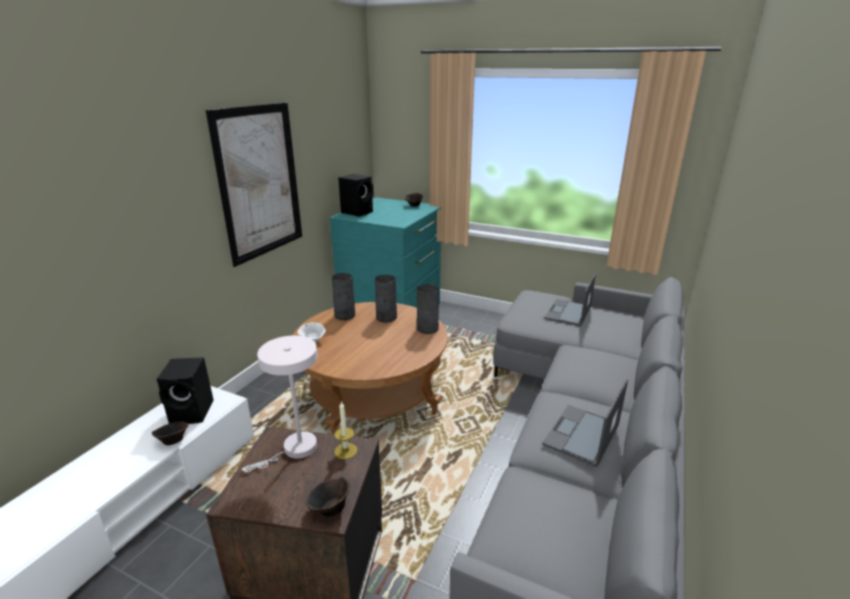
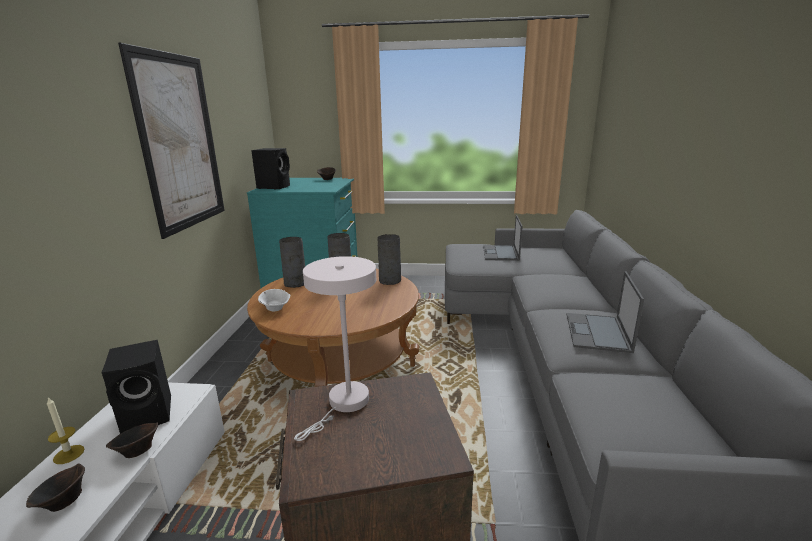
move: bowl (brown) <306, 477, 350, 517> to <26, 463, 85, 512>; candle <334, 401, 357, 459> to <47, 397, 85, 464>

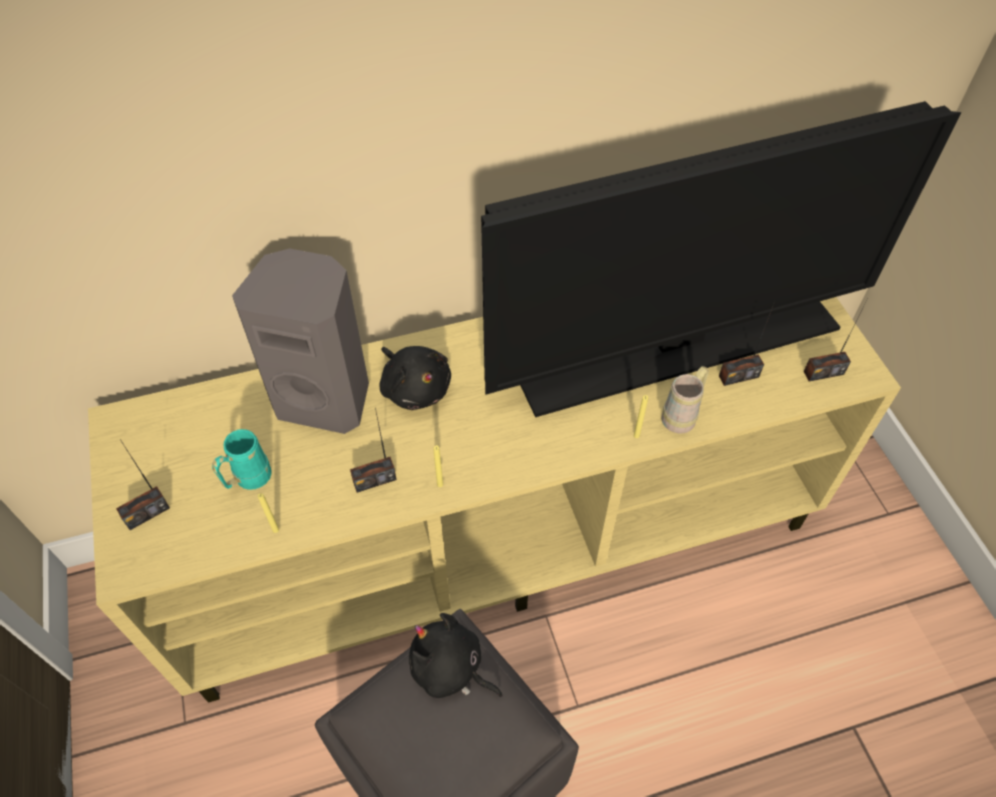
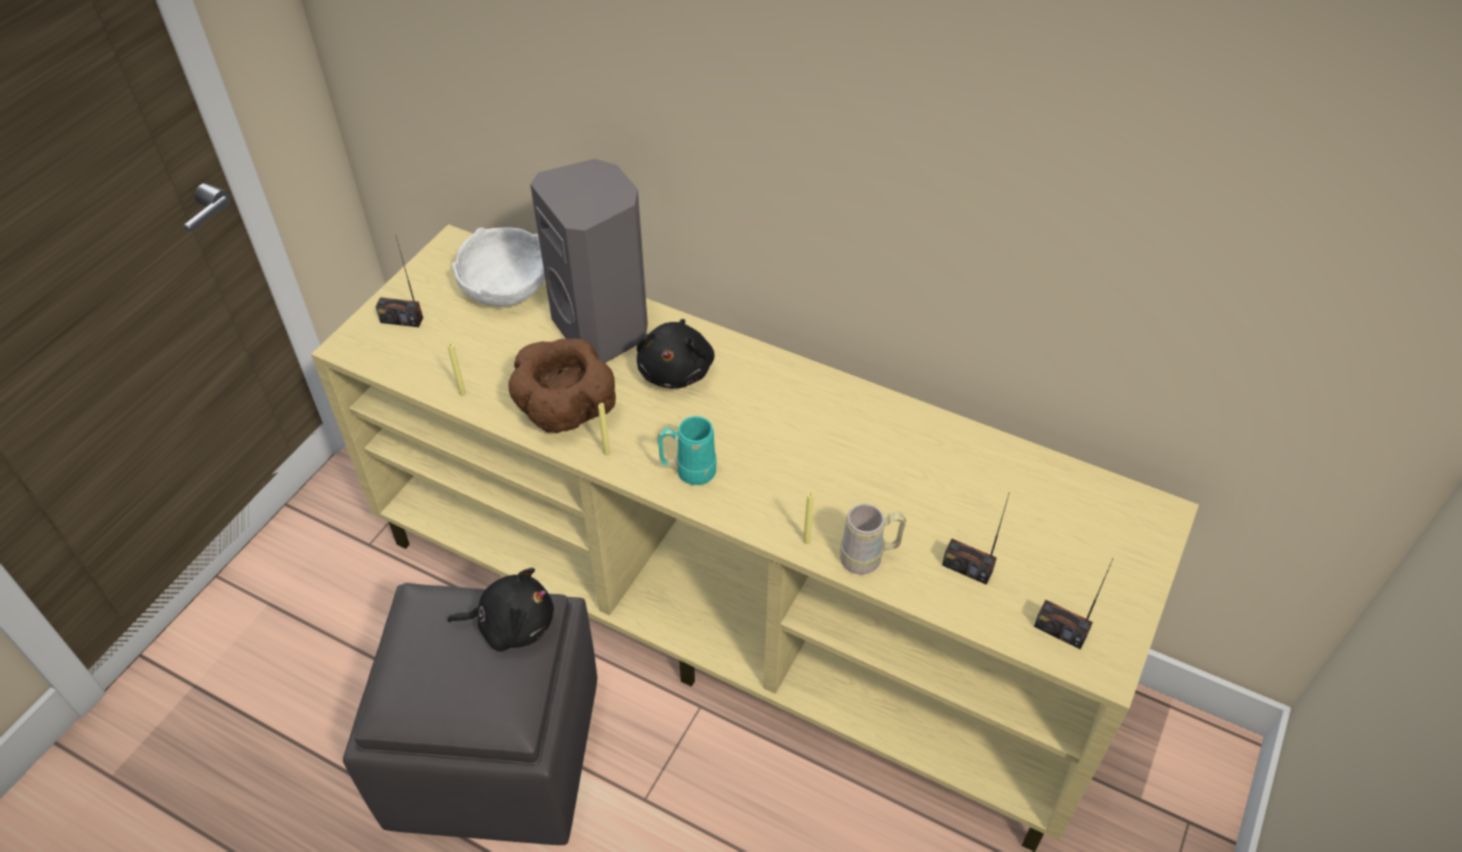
delete: television <481, 101, 962, 417>
insert: bowl (white) <452, 227, 545, 306>
move: mug (turquoise) <212, 429, 272, 490> to <657, 416, 717, 485>
replace: radio <350, 408, 397, 493> to bowl (brown) <509, 339, 616, 433>
rotate: plush toy (black) <409, 613, 503, 698> = <448, 568, 554, 652> 105 degrees clockwise

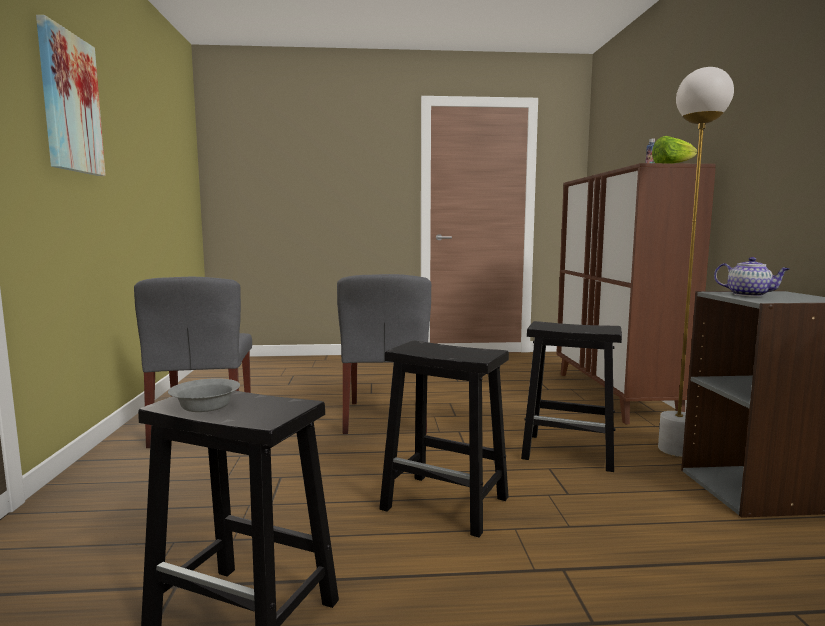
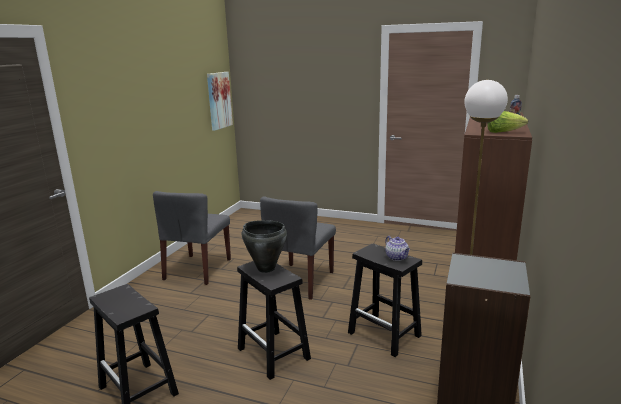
delete: bowl (grey) <168, 378, 240, 412>
insert: cooking pot (black) <242, 220, 287, 273>
move: picture <36, 15, 106, 176> to <207, 72, 233, 131>; teapot <714, 257, 790, 297> to <385, 236, 410, 261>

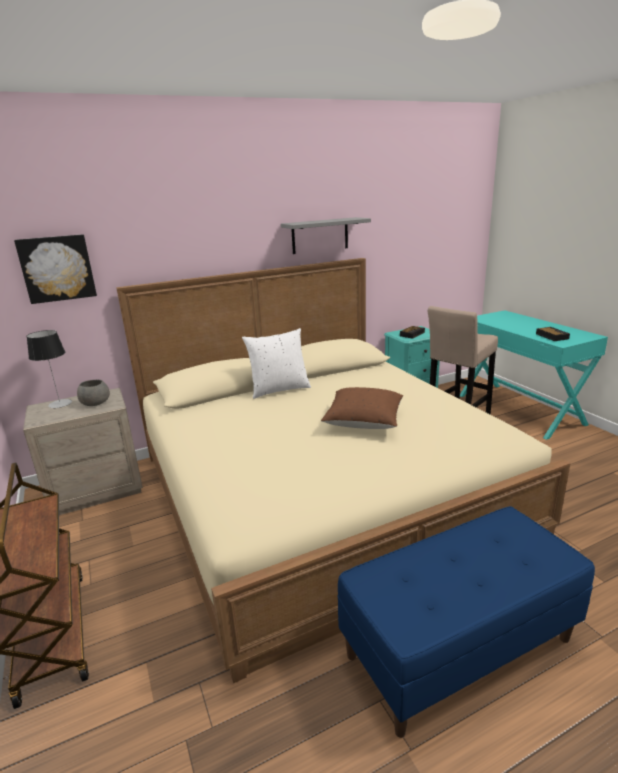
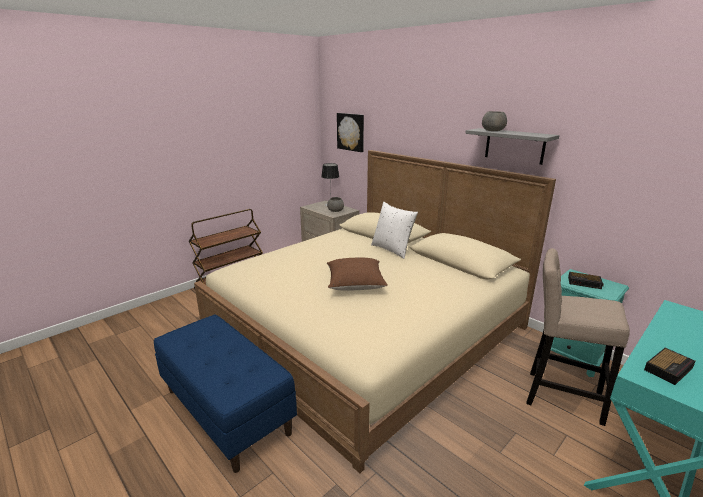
insert: bowl (grey) <482, 111, 507, 131>

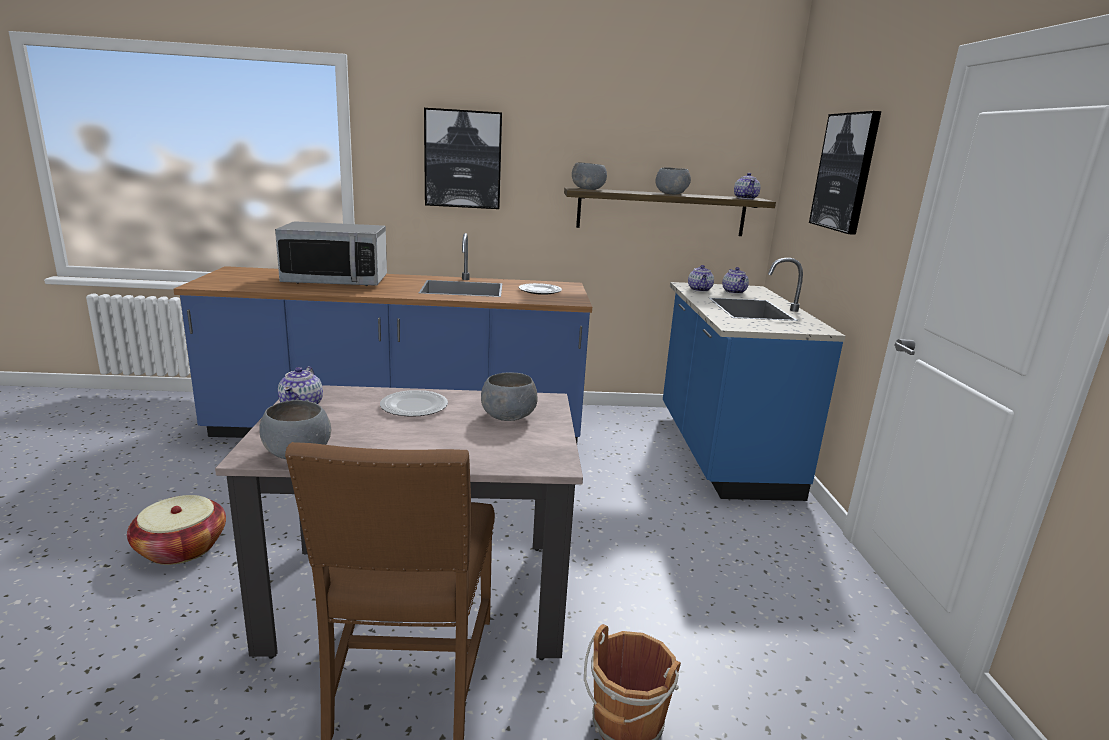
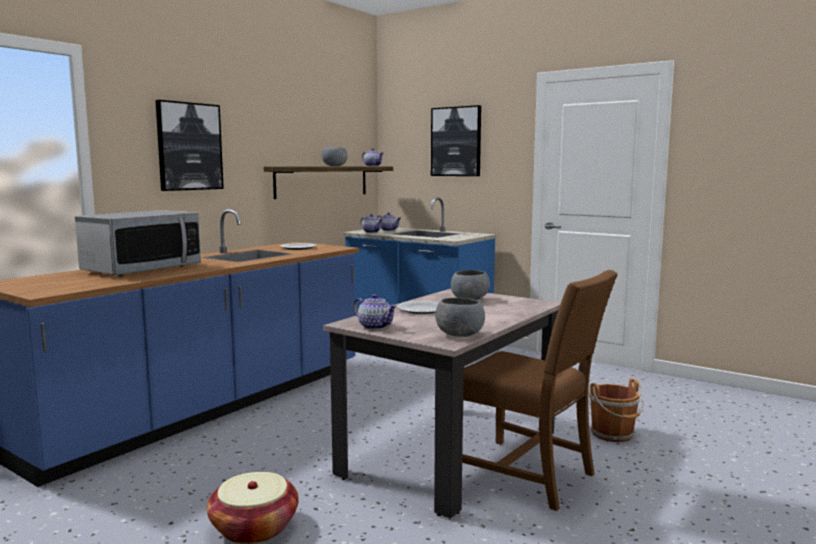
delete: bowl (grey) <572, 162, 607, 190>

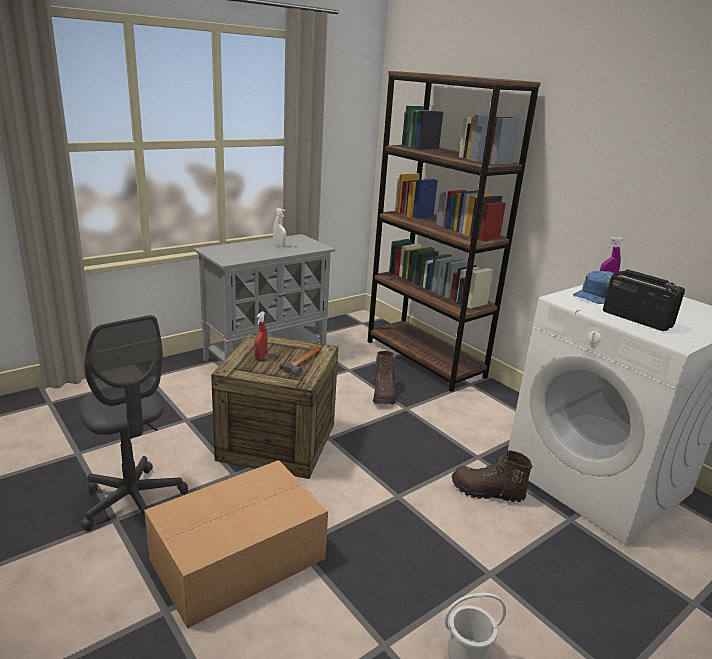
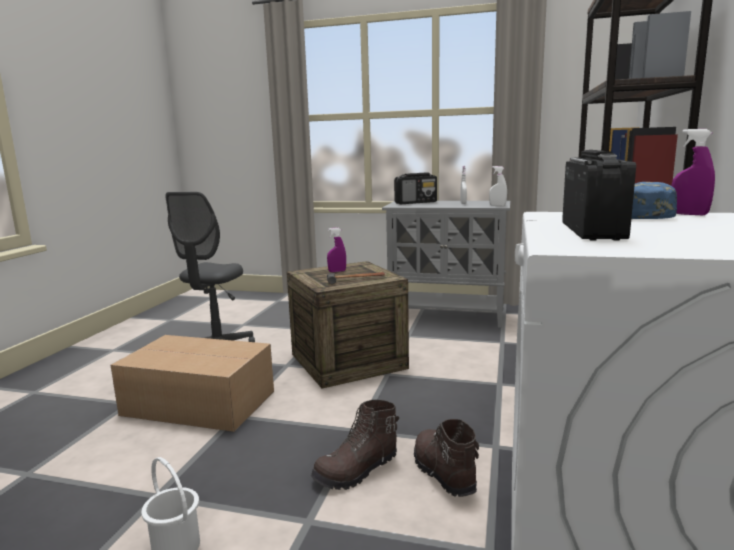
insert: radio <394, 173, 437, 204>; spray bottle (white) <489, 166, 507, 206>
move: boot (brown) <373, 351, 396, 405> to <311, 400, 399, 490>
recolor: spray bottle (red) <254, 311, 267, 360> to spray bottle (purple) <327, 228, 346, 272>

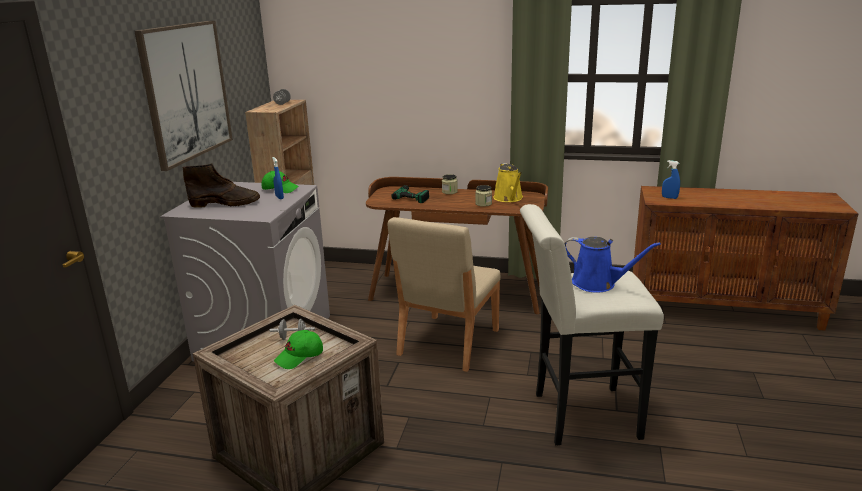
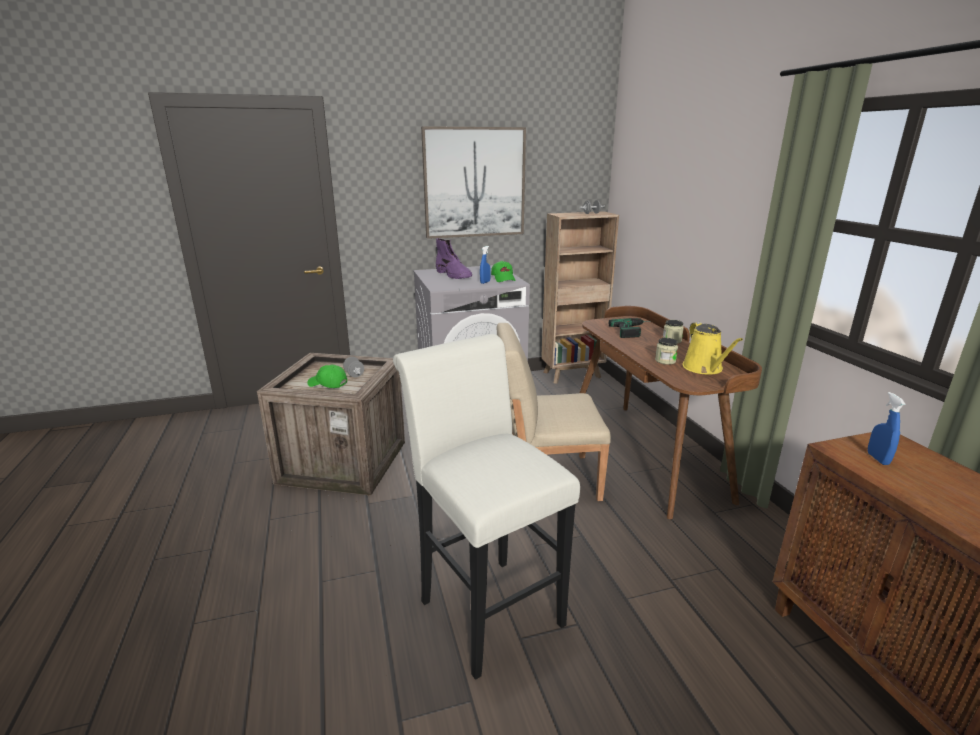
delete: watering can (blue) <564, 237, 661, 292>
recolor: boot (brown) <182, 163, 260, 208> to boot (purple) <436, 238, 472, 279>
rotate: watering can (yellow) <493, 163, 523, 202> = <683, 322, 743, 374> 60 degrees counterclockwise

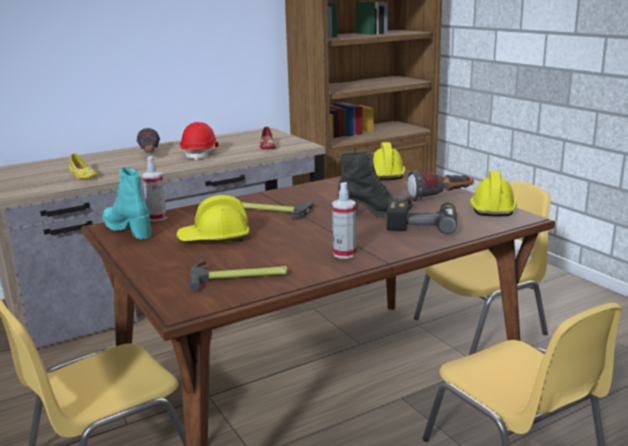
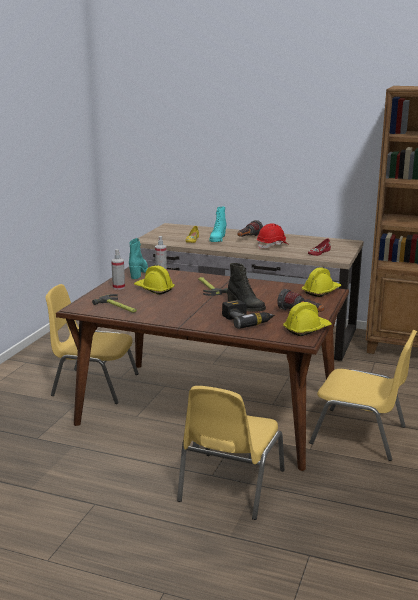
insert: boot (turquoise) <210, 207, 226, 242>
move: spray bottle <332, 182, 356, 259> to <111, 249, 125, 290>

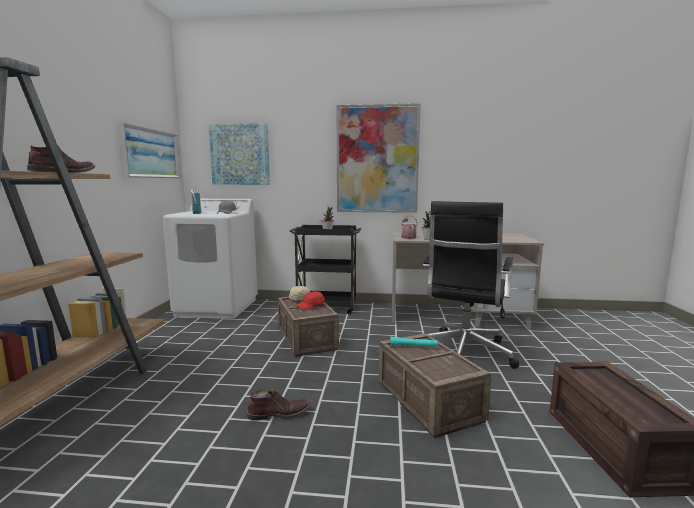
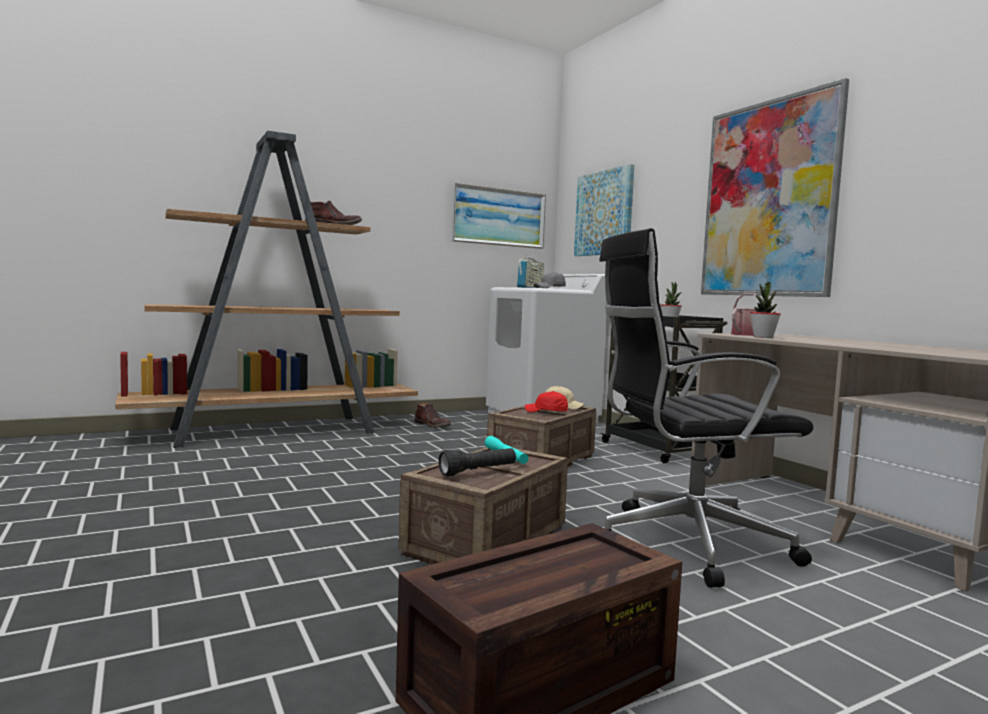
insert: flashlight (black) <438, 448, 516, 476>
move: boot (brown) <247, 388, 311, 420> to <414, 403, 451, 428>

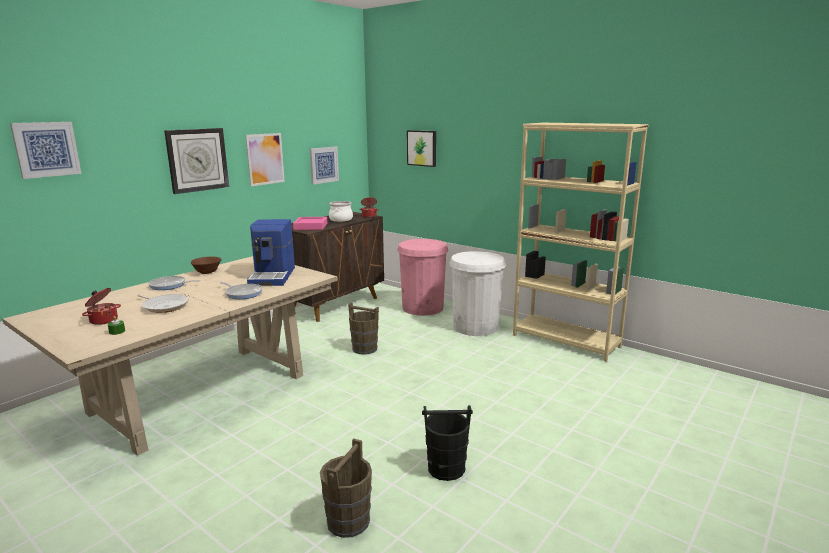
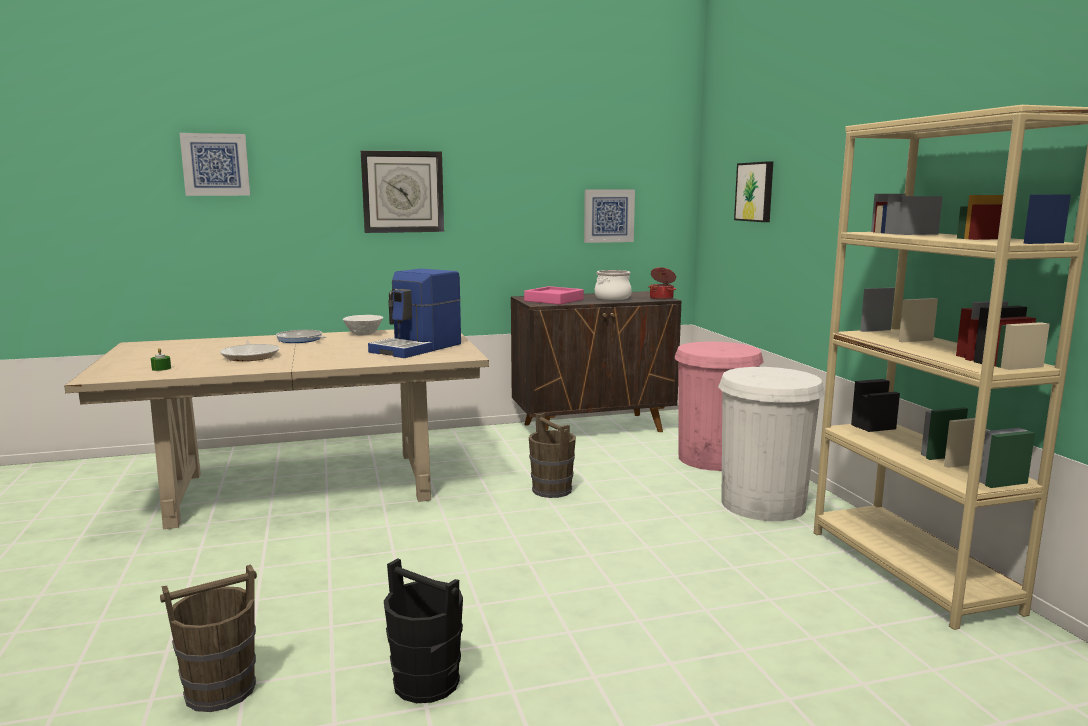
delete: cooking pot <82, 288, 121, 325>; frying pan <220, 282, 263, 299>; picture <245, 133, 285, 186>
recolor: bowl (brown) <191, 257, 222, 274> to bowl (white) <343, 315, 383, 336>

